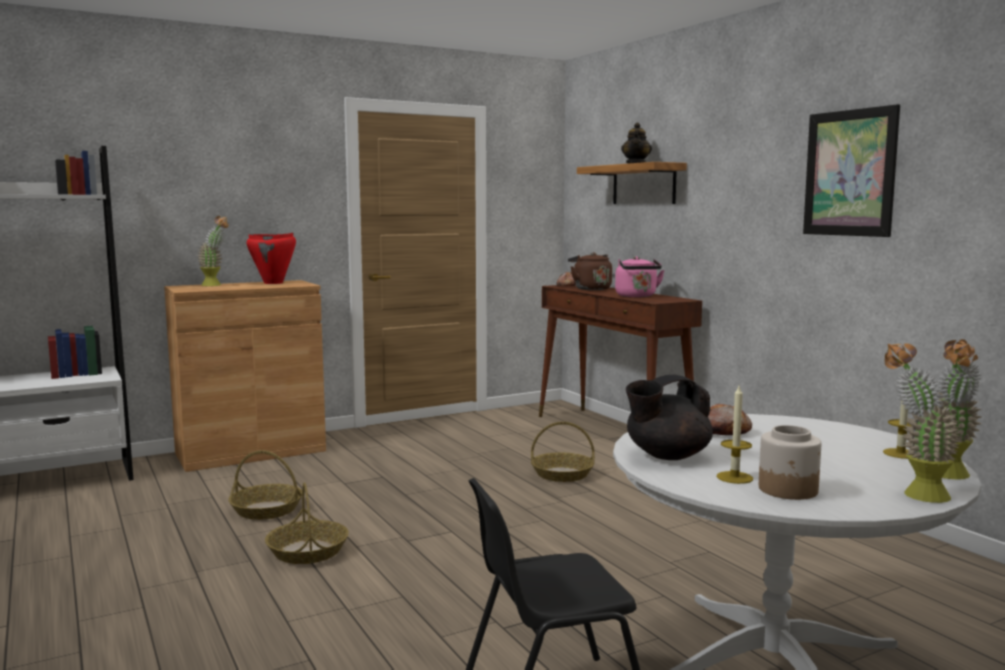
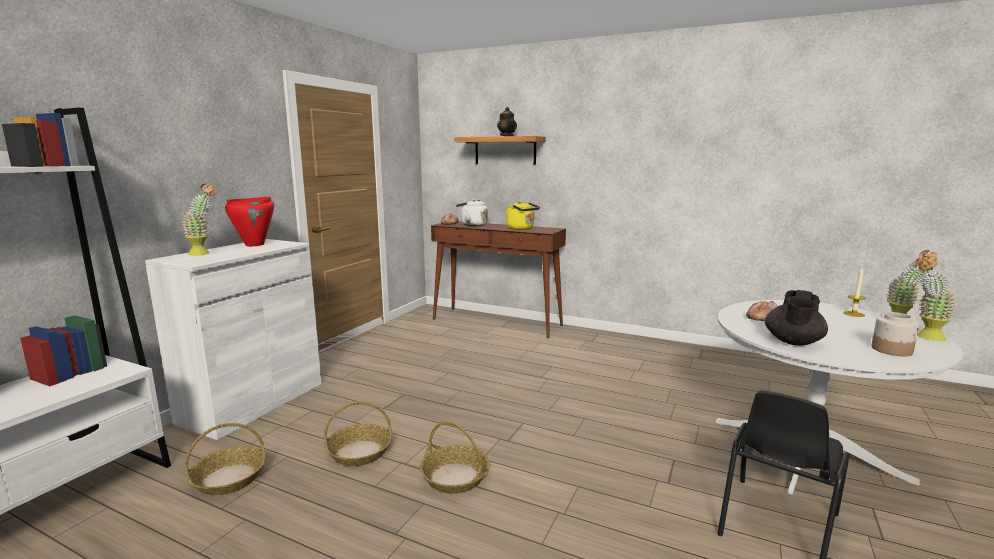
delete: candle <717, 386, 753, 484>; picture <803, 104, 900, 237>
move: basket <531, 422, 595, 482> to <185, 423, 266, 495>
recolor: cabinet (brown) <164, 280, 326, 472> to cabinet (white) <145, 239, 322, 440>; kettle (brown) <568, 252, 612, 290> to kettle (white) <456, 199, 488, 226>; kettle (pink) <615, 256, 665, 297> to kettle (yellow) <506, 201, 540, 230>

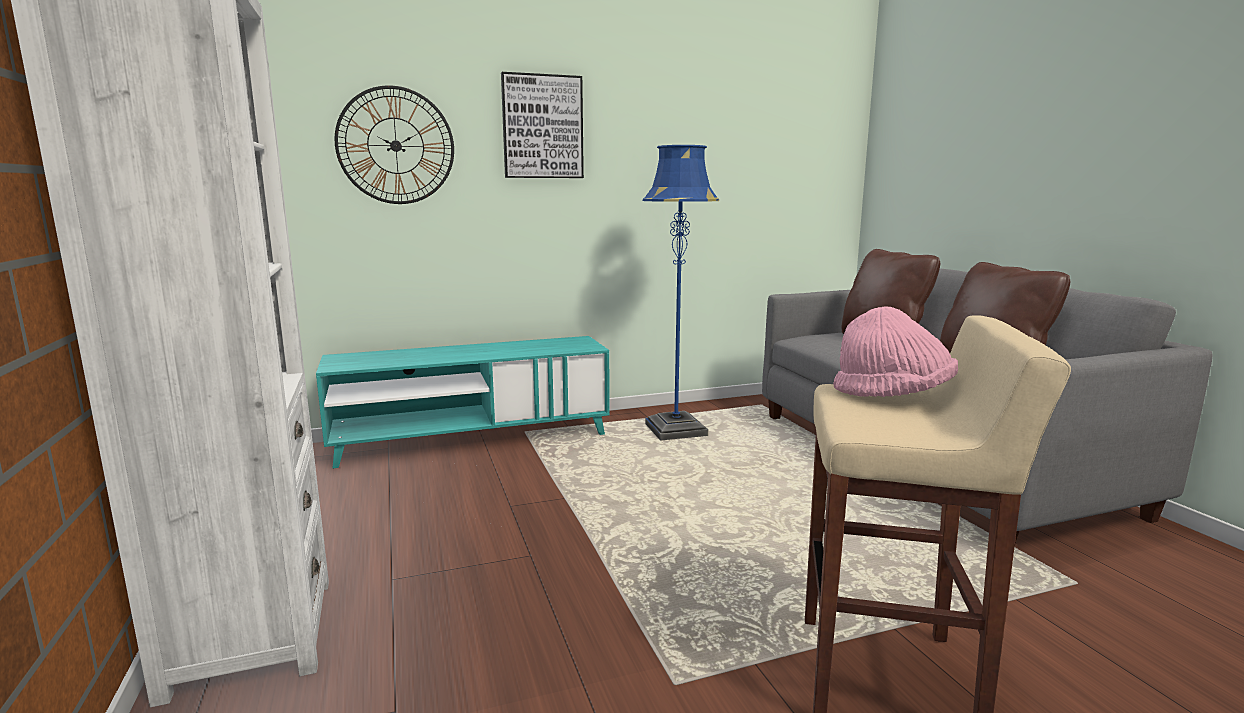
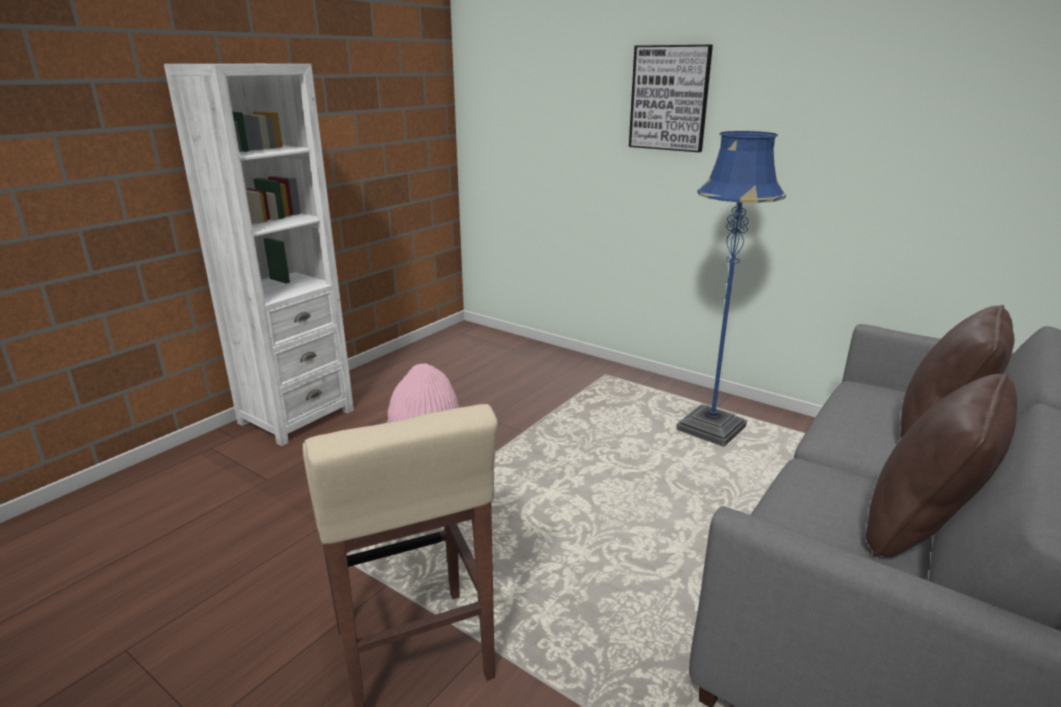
delete: tv stand (turquoise) <316, 336, 610, 468>; wall clock <335, 85, 454, 204>

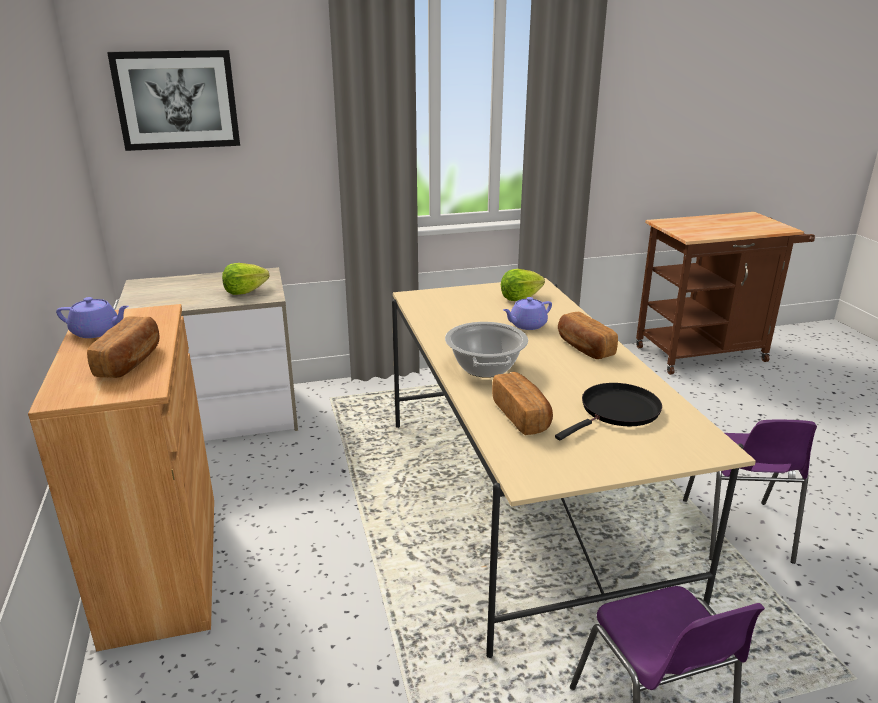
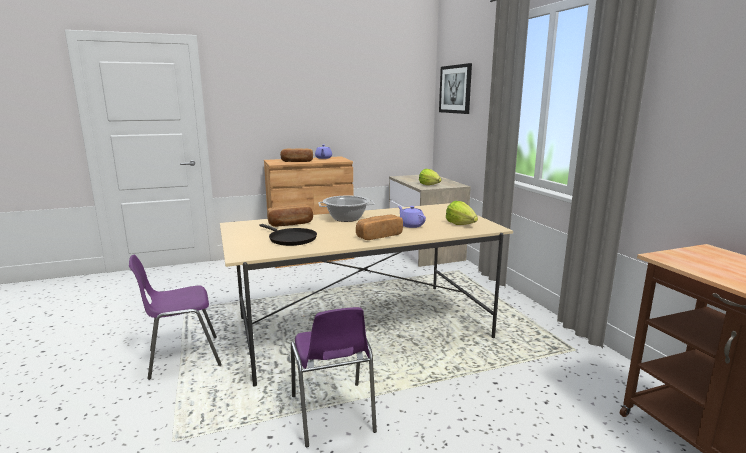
rotate: chair (purple) <683, 420, 817, 564> = <291, 307, 377, 448> 105 degrees counterclockwise

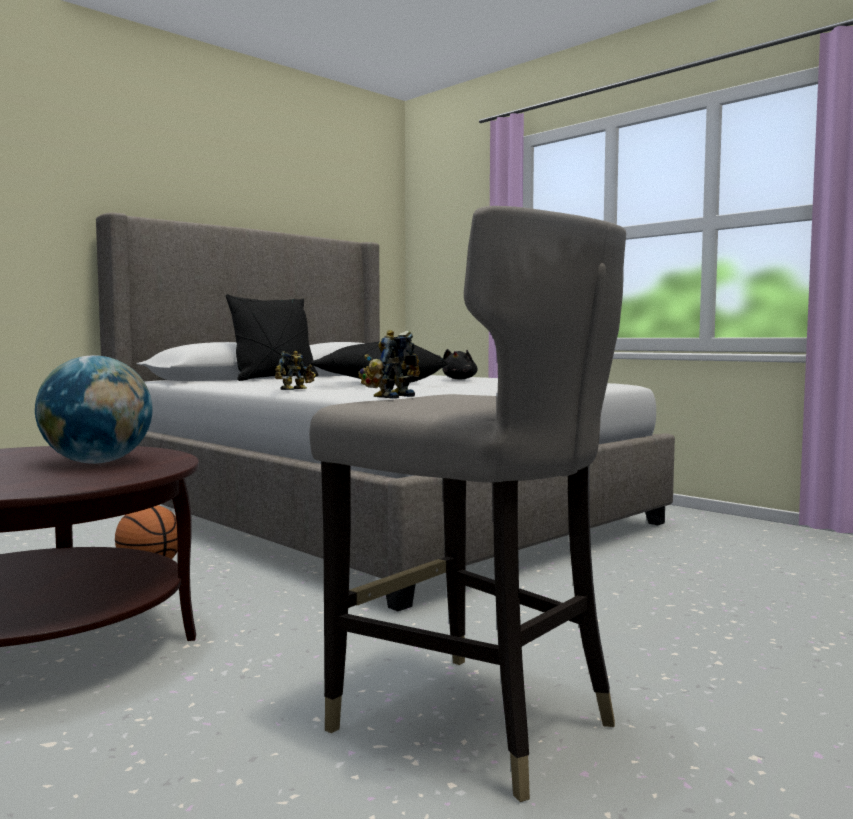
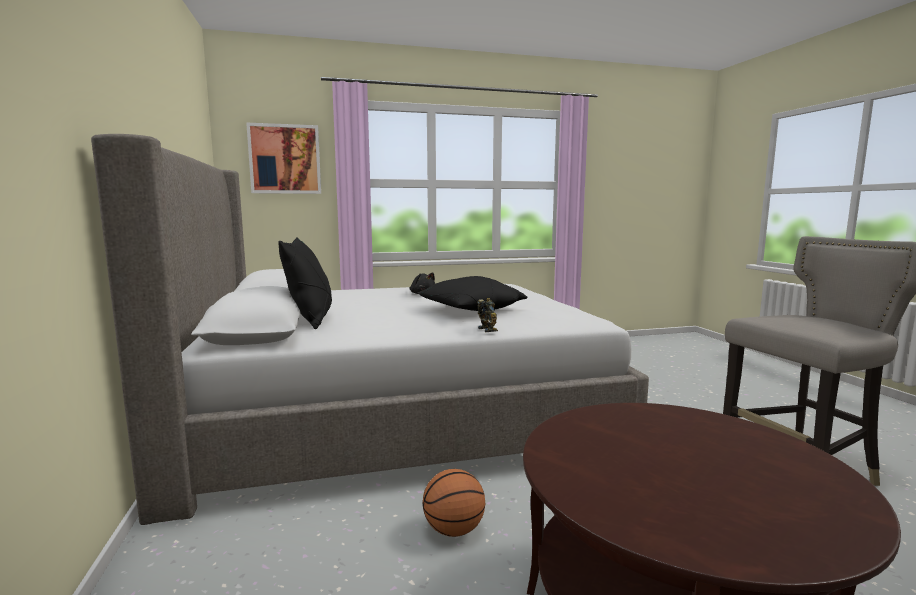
delete: globe <35, 355, 152, 464>; toy robot <358, 330, 420, 399>
insert: picture <246, 122, 321, 194>

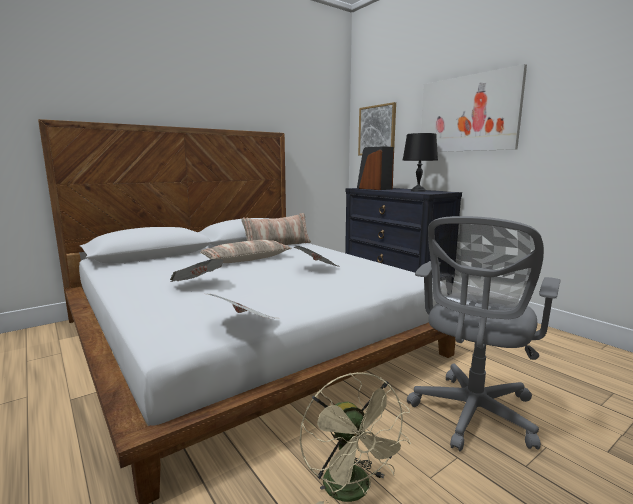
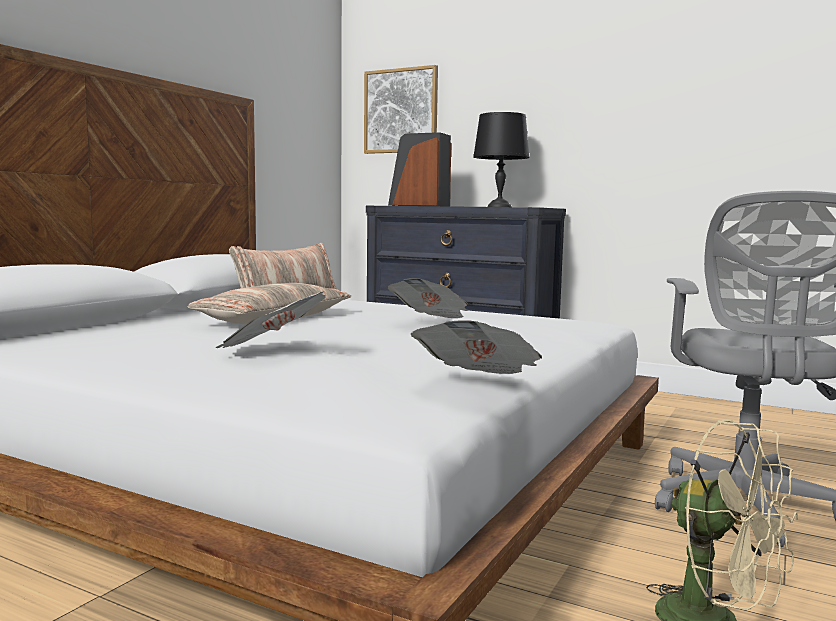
delete: picture <421, 64, 527, 152>

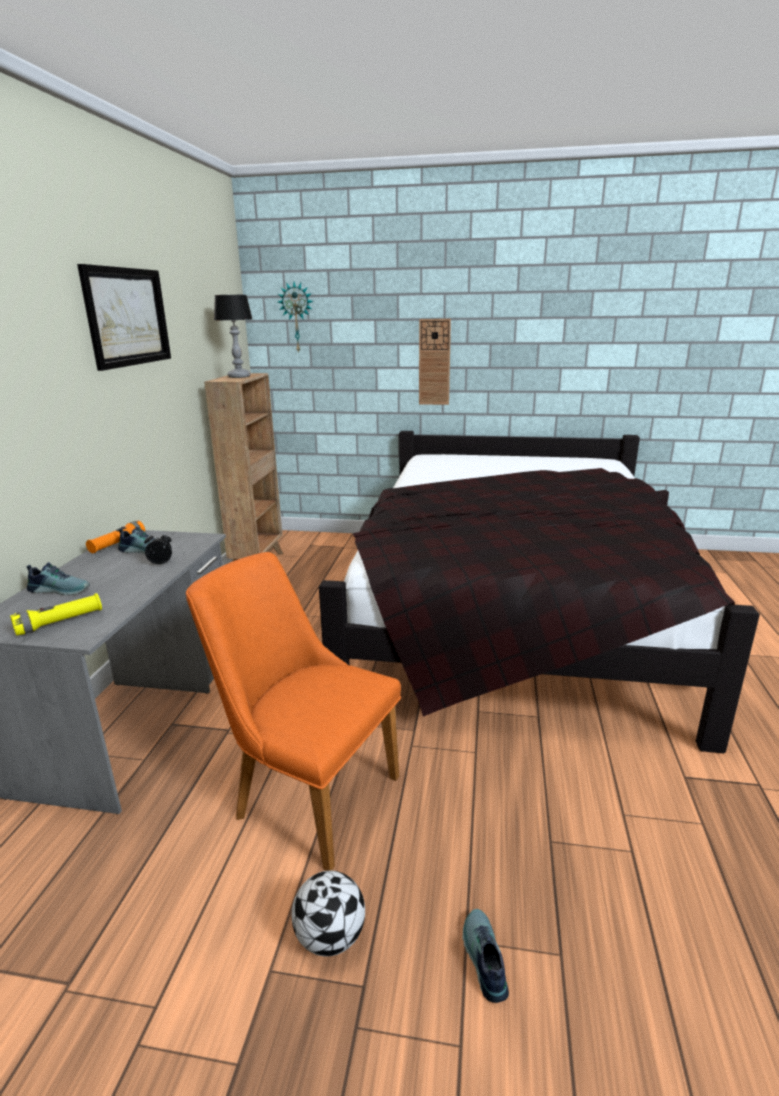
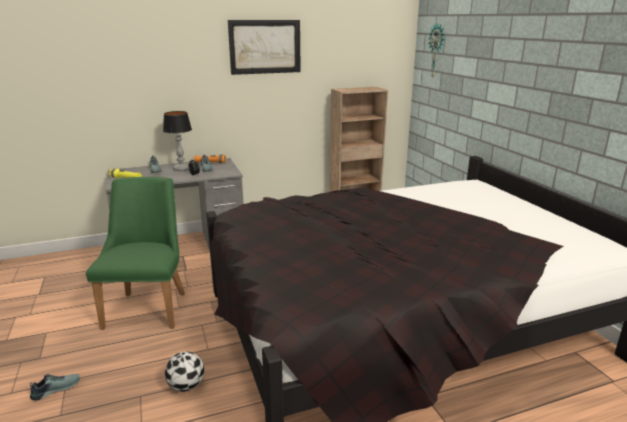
delete: wall clock <419, 319, 451, 405>
move: table lamp <214, 295, 252, 378> to <163, 111, 192, 171>; football <292, 871, 365, 957> to <165, 351, 204, 392>
recolor: chair (orange) <186, 552, 401, 871> to chair (green) <86, 177, 185, 330>

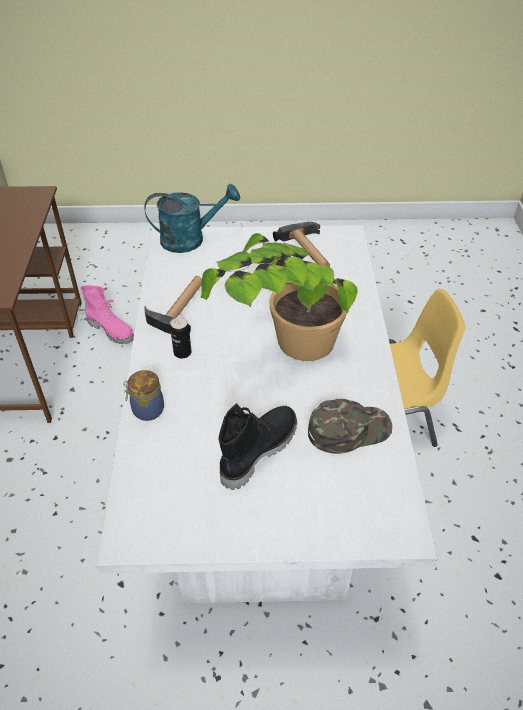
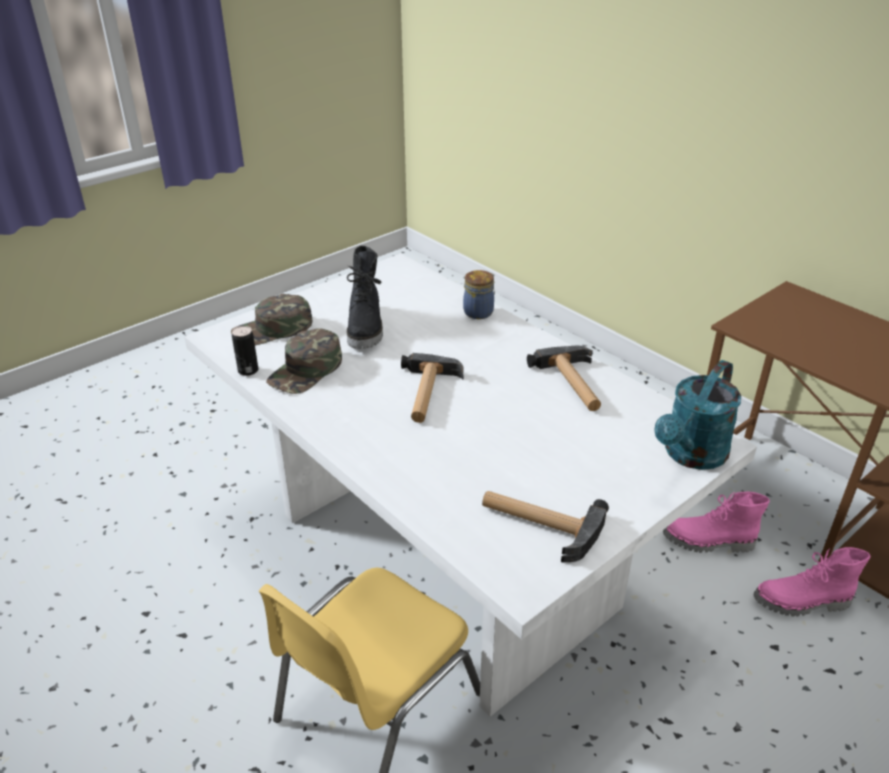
insert: cap (green) <231, 294, 312, 346>; boot (pink) <663, 491, 770, 553>
move: can <170, 317, 192, 359> to <232, 326, 258, 376>
replace: potted plant <201, 233, 358, 361> to hammer <401, 353, 464, 423>

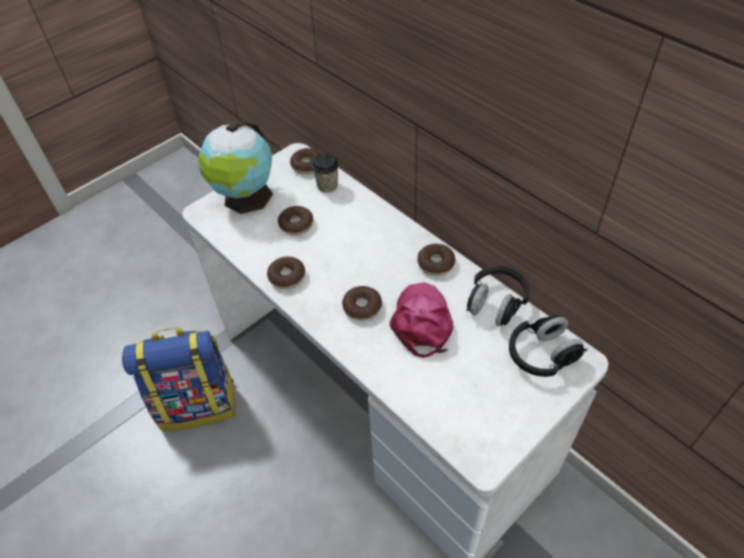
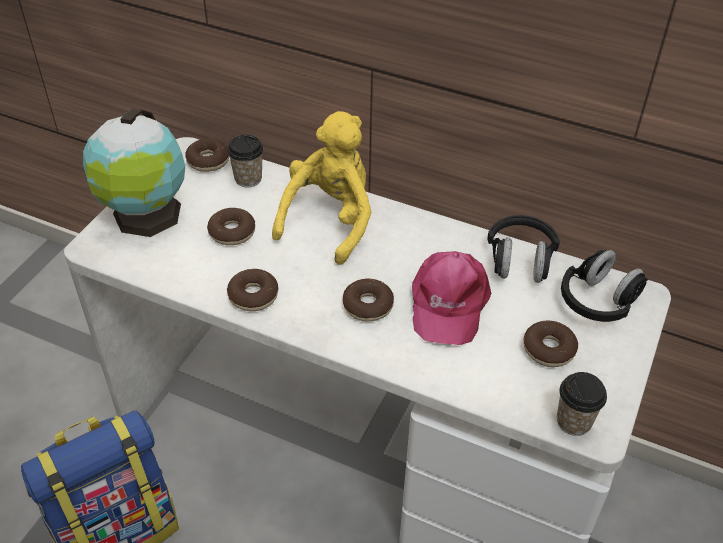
insert: plush toy (yellow) <272, 111, 372, 265>; cup <557, 372, 607, 436>
move: donut <417, 244, 455, 276> to <523, 321, 578, 367>
rotate: cap (pink) <390, 282, 453, 358> = <412, 251, 492, 345> 150 degrees counterclockwise

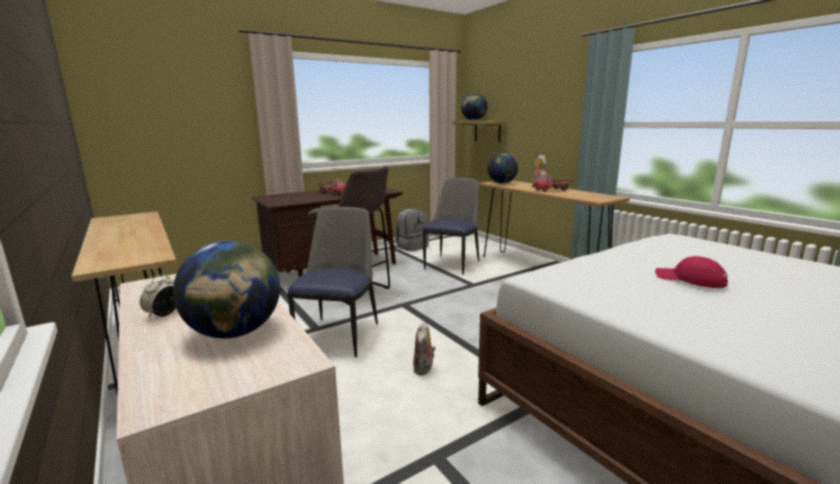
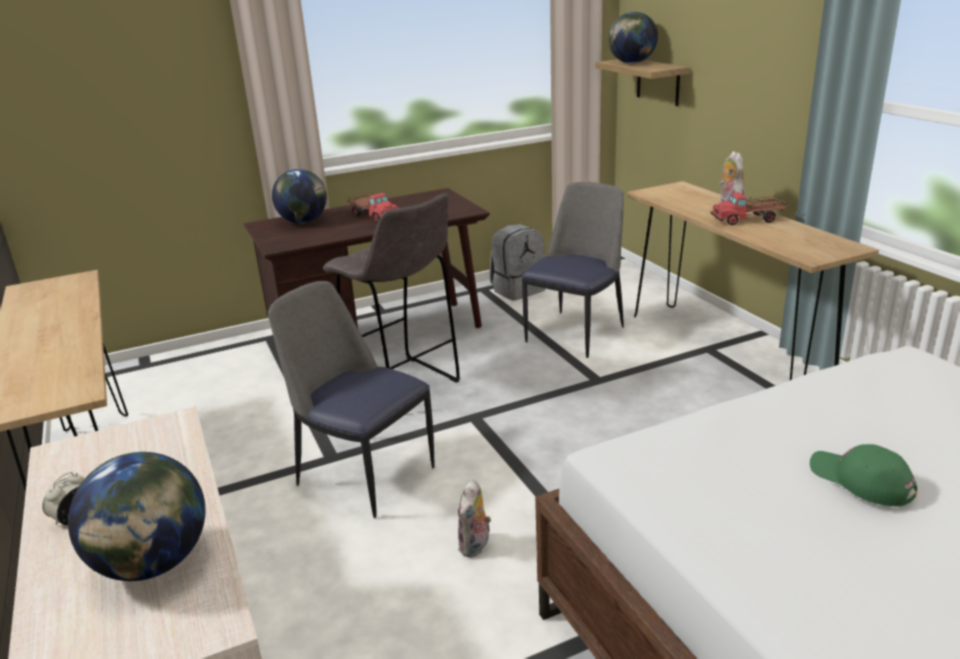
move: globe <488, 153, 518, 184> to <272, 169, 327, 223>
recolor: cap (red) <655, 256, 728, 288> to cap (green) <810, 444, 917, 506>
rotate: chair <287, 207, 378, 357> = <268, 281, 434, 518> 75 degrees counterclockwise

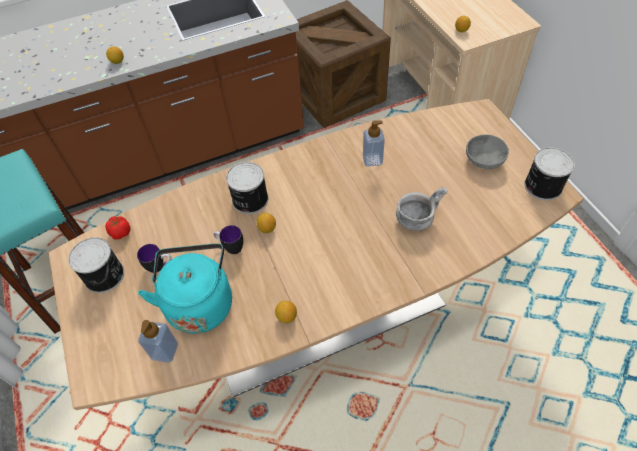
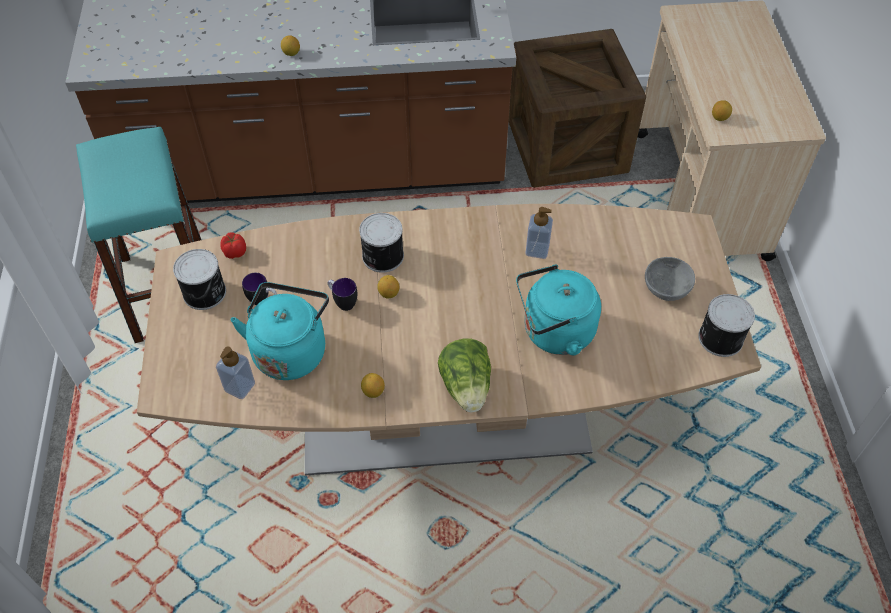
insert: lettuce <438, 339, 491, 412>
replace: bowl (grey) <396, 187, 447, 231> to kettle (turquoise) <516, 264, 601, 355>

